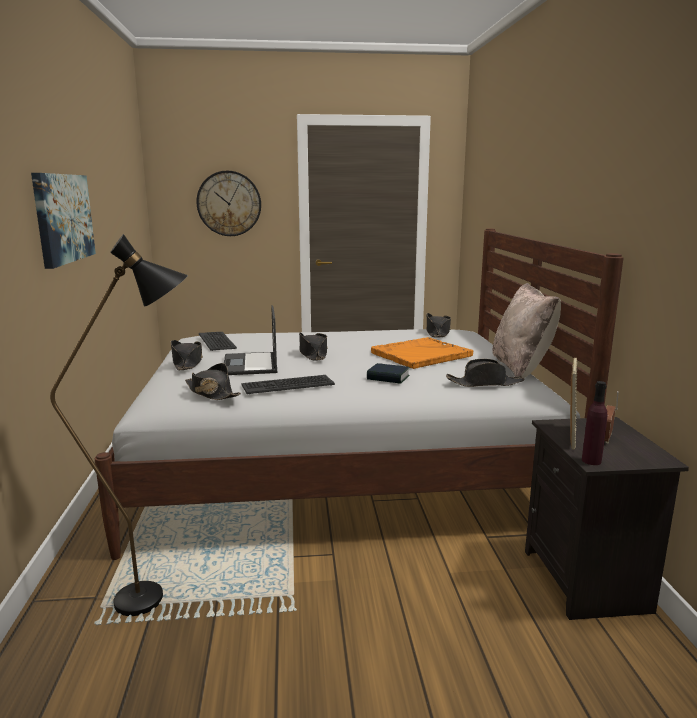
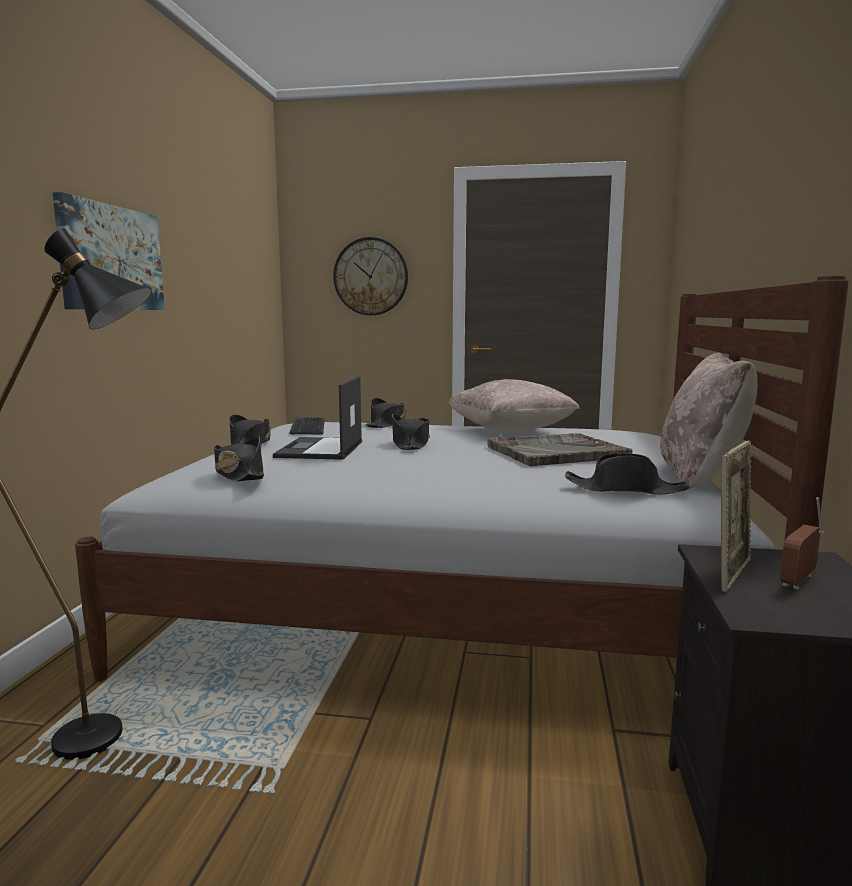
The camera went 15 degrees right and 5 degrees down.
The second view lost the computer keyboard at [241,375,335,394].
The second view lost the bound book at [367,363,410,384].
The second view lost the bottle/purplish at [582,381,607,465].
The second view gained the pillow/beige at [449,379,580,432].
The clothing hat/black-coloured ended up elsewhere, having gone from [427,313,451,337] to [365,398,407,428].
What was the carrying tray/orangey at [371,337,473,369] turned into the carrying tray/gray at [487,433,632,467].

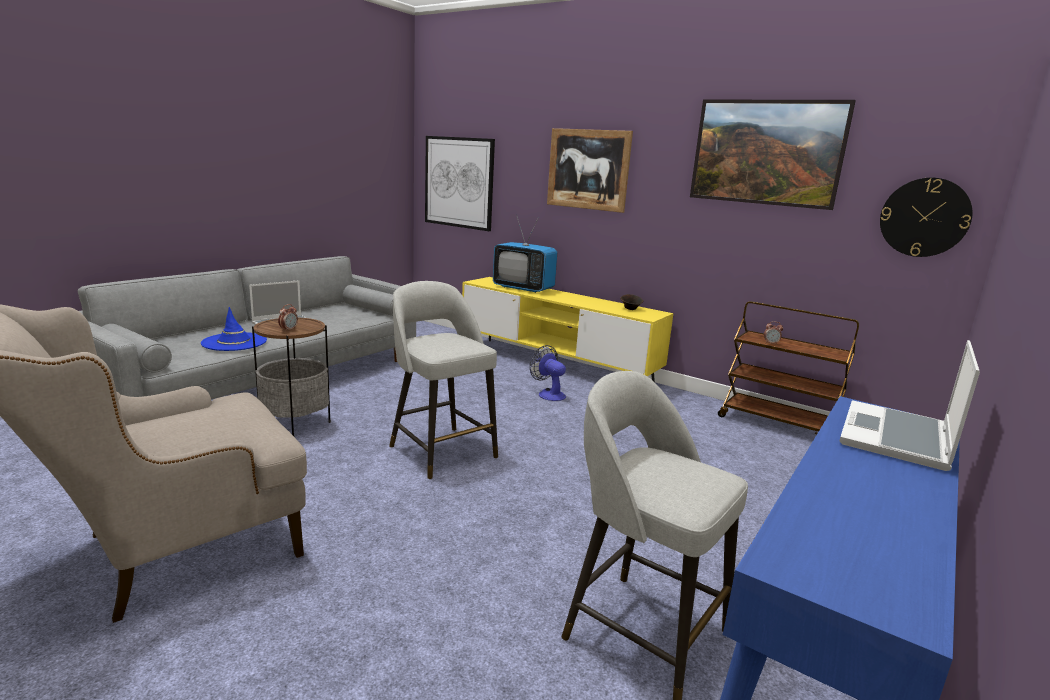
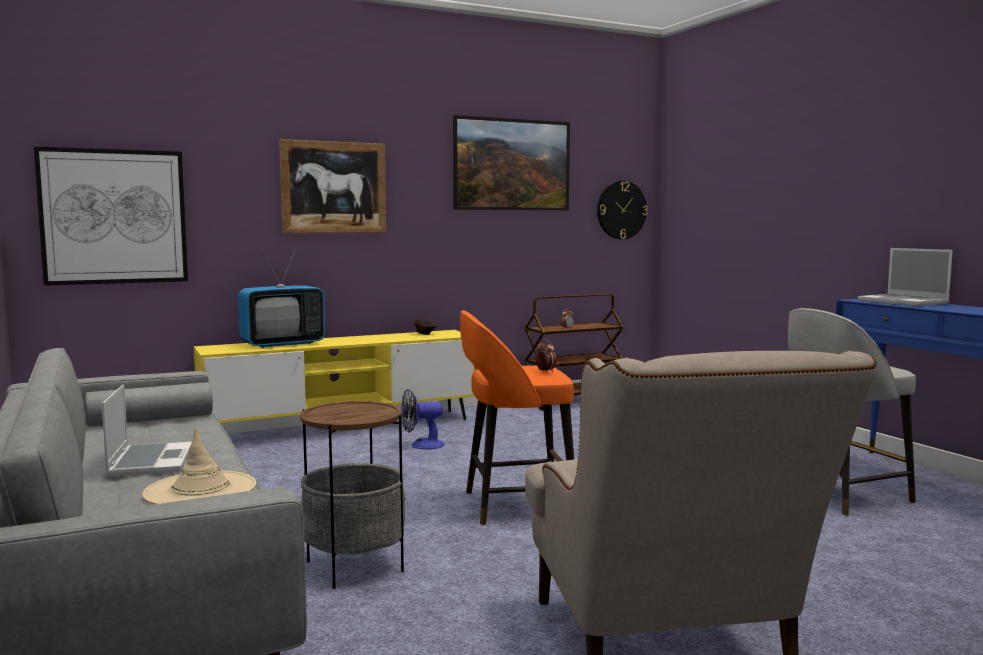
The camera went 60 degrees left and 10 degrees down.
The table clock ended up elsewhere, having gone from [278,304,298,332] to [535,340,556,372].
What was the clothing hat/bluish at [201,307,267,351] turned into the clothing hat/beige at [142,427,256,504].
What was the stool seat/gray at [389,281,498,479] turned into the stool seat/orangey at [460,310,574,525].

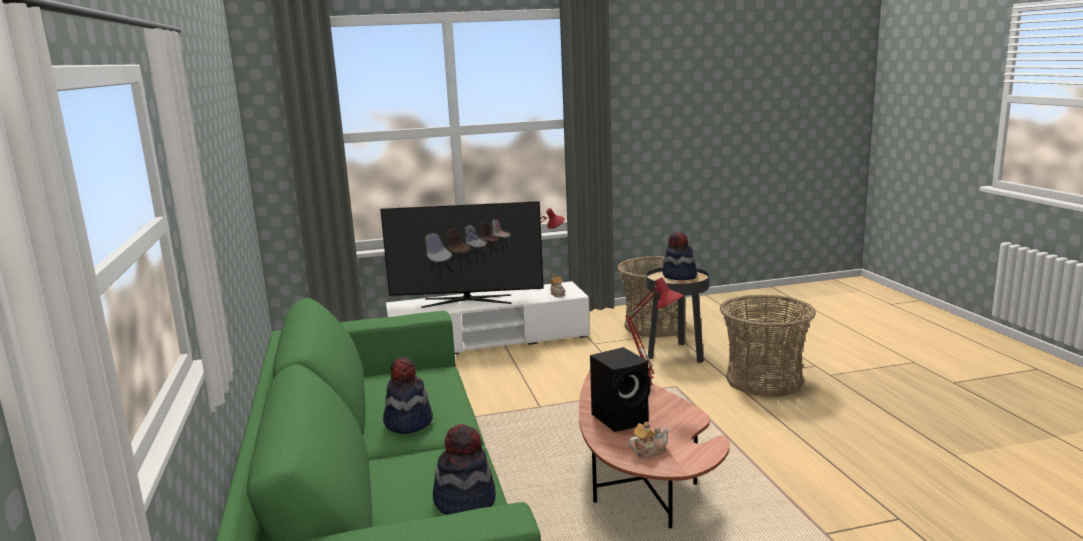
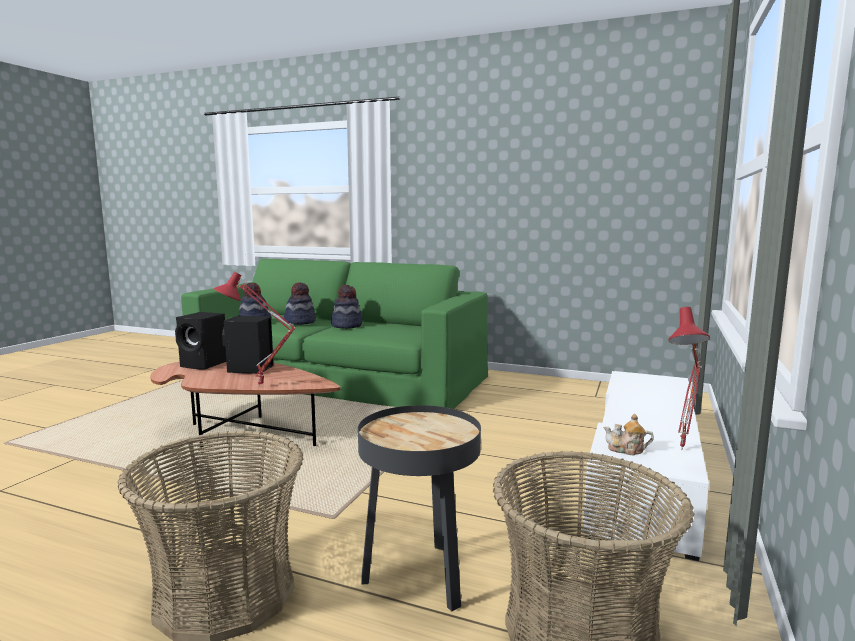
The camera went 125 degrees right and 5 degrees down.
The second view lost the TV at [380,201,544,308].
The clothing hat ended up elsewhere, having gone from [662,232,697,280] to [283,282,316,325].
Where the tea pot stood at [629,422,670,458], the loudspeaker/black-coloured came to stand at [175,312,226,370].

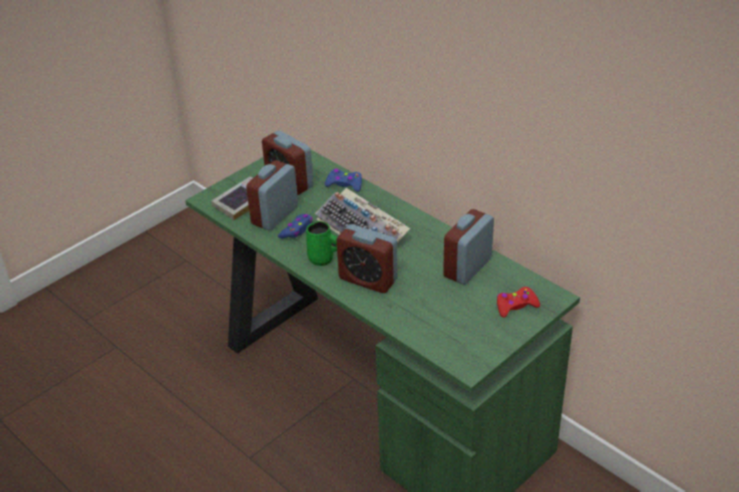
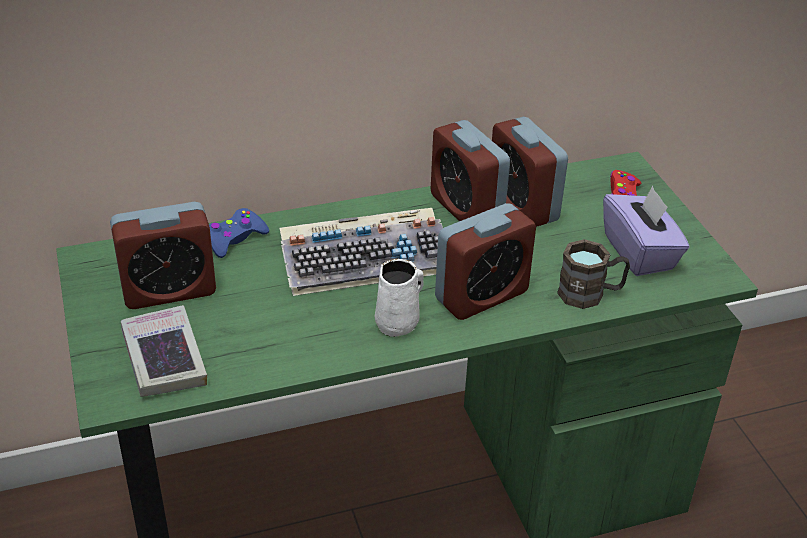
The camera went 65 degrees left and 0 degrees up.
The second view lost the gamepad/bluish at [278,214,312,239].
The second view gained the tea mug/brown-coloured at [557,239,630,309].
The second view gained the tissue holder/purplish at [603,185,689,276].
The table clock ended up elsewhere, having gone from [246,160,298,230] to [431,120,510,221].
What was the tea mug/greenish at [306,221,337,266] turned into the tea mug/white at [375,259,424,337].

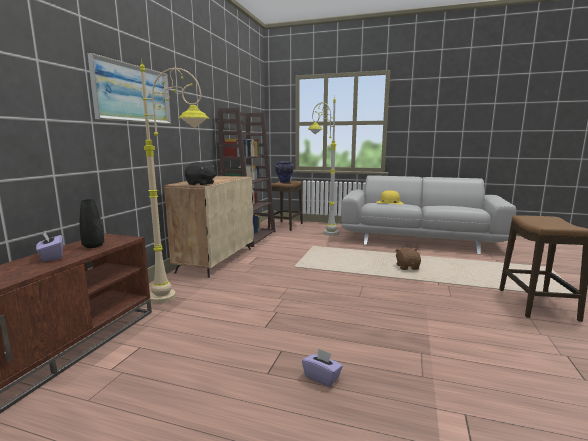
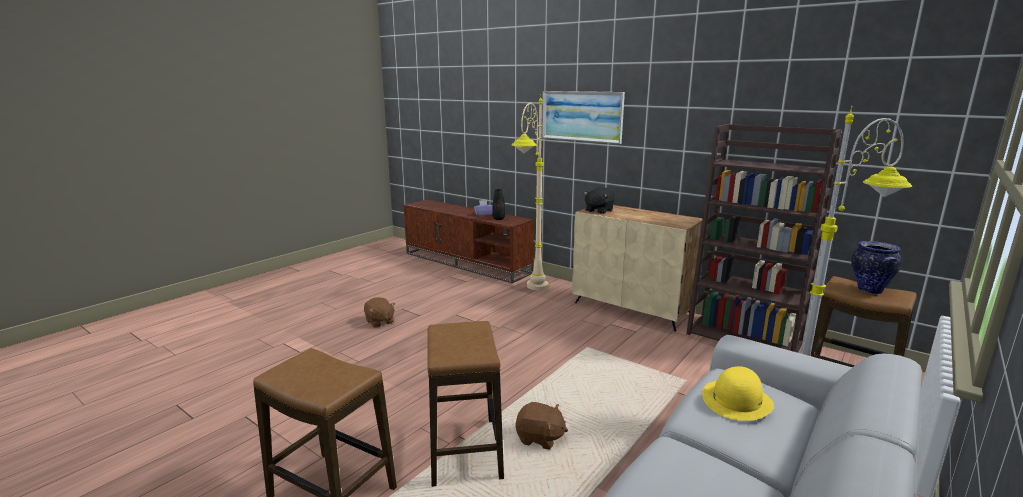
The camera went 110 degrees right and 5 degrees up.
The second view gained the stool seat at [427,321,504,487].
Where the tissue holder/purplish stood at [302,348,343,387], the soft toy/brown-coloured came to stand at [364,297,395,327].

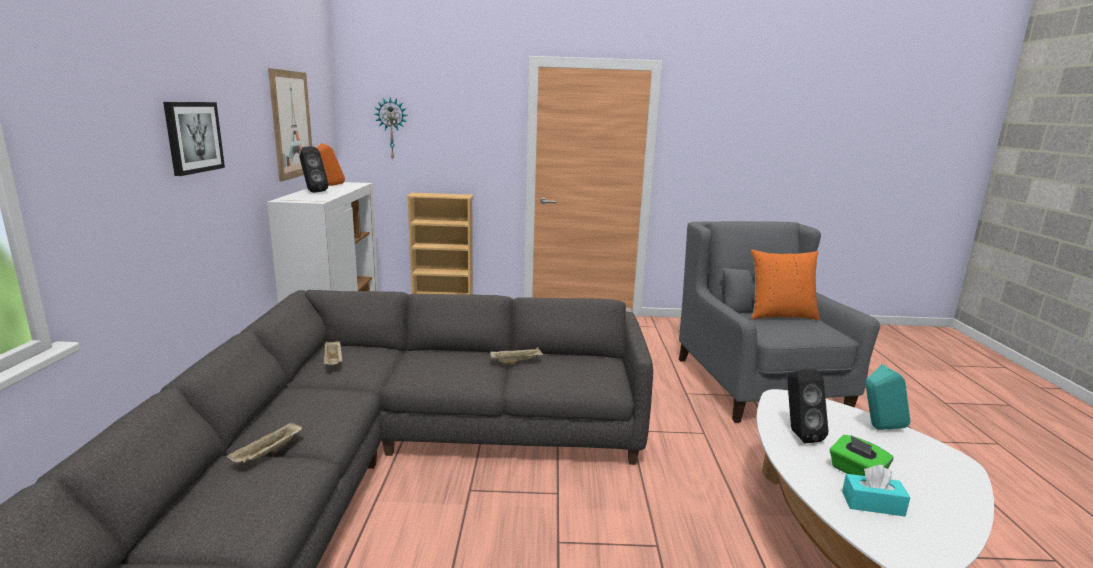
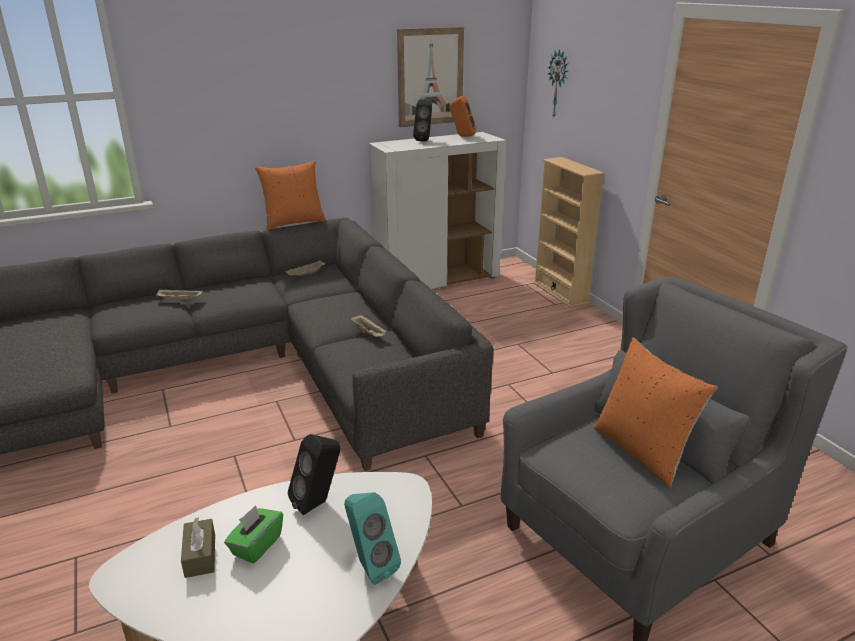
The camera went 65 degrees right and 10 degrees up.
The second view lost the wall picture at [163,102,225,176].
The second view gained the pillow/orangey at [255,161,326,230].
What was the tissue holder/turquoise at [842,465,910,516] turned into the tissue holder/brown-coloured at [181,517,215,578].

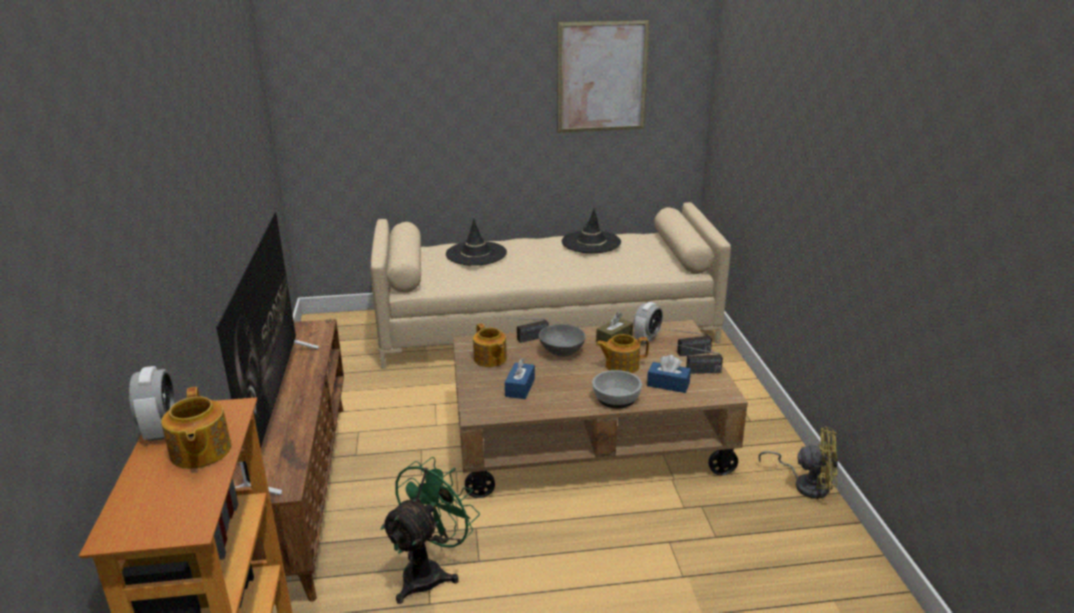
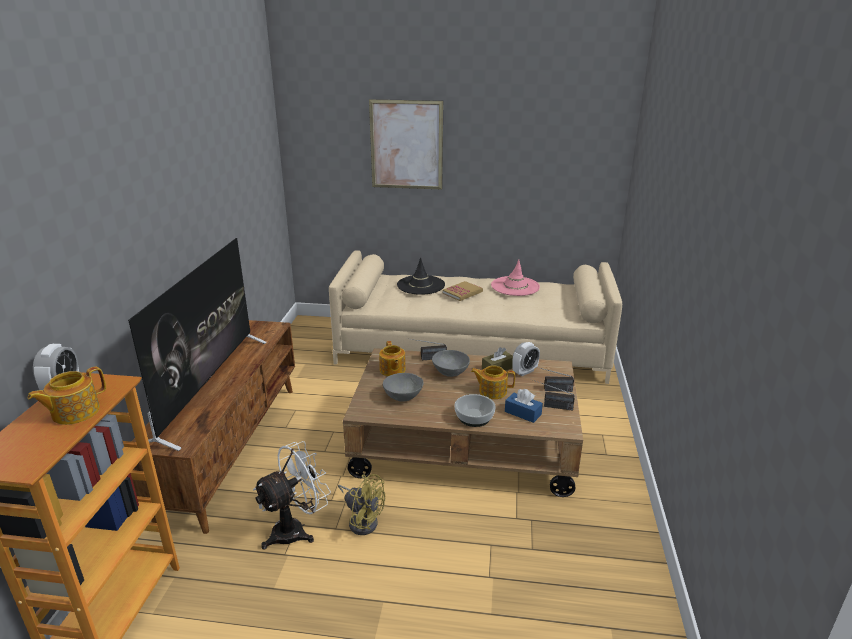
The camera went 15 degrees right and 0 degrees up.
The second view gained the bound book at [442,281,483,301].
The wall picture ended up elsewhere, having gone from [557,19,650,133] to [369,99,443,189].
The cooling fan/yellowish ended up elsewhere, having gone from [758,427,838,499] to [338,474,385,535].
Where the tissue holder/bluish stood at [505,358,535,399], the bowl/gray came to stand at [383,373,424,402].
What was the cooling fan/greenish at [381,457,480,604] turned into the cooling fan/white at [253,441,331,550].
What was the clothing hat/black-coloured at [562,209,621,253] turned into the clothing hat/pinkish at [491,259,540,296].
The tea pot at [161,387,231,469] ended up facing another way, 45 degrees clockwise from before.

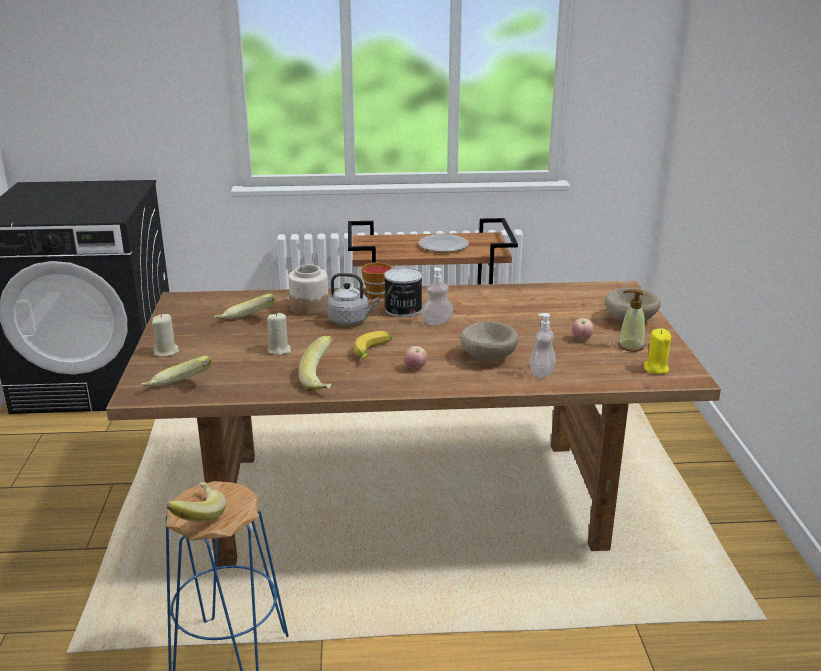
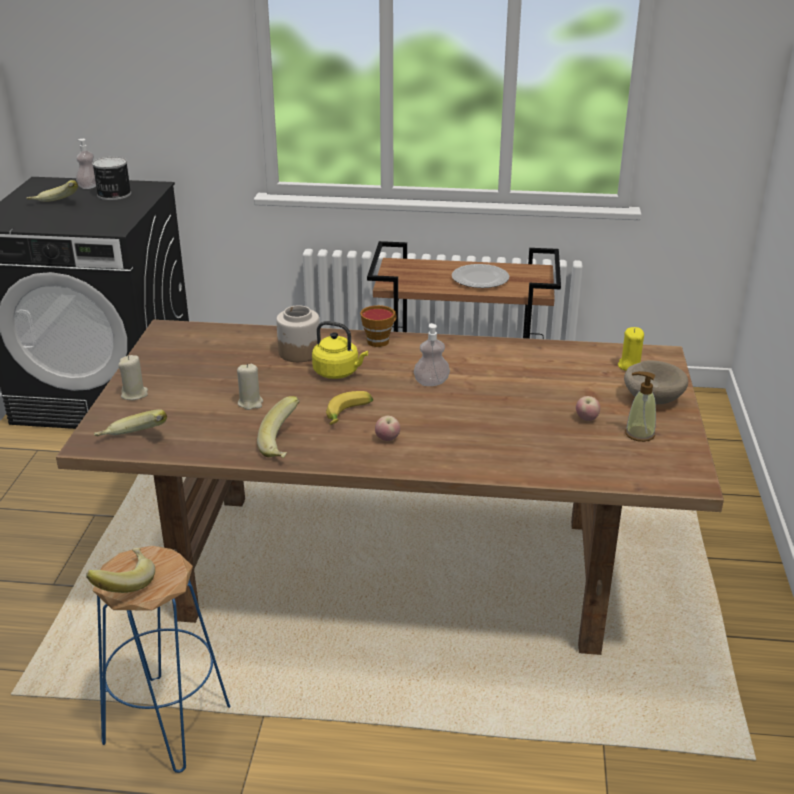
The camera went 10 degrees right and 5 degrees up.
The second view lost the bowl/beige at [460,321,519,361].
The banana fruit ended up elsewhere, having gone from [214,294,275,319] to [27,180,78,202].
The metal can ended up elsewhere, having gone from [384,267,423,317] to [92,157,131,200].
The soap dispenser ended up elsewhere, having gone from [529,313,556,378] to [76,139,96,189].
The wax light/yellowish ended up elsewhere, having gone from [644,329,671,374] to [618,327,644,371].
What was the water kettle/gray at [327,273,379,325] turned into the water kettle/yellowish at [312,321,368,379].

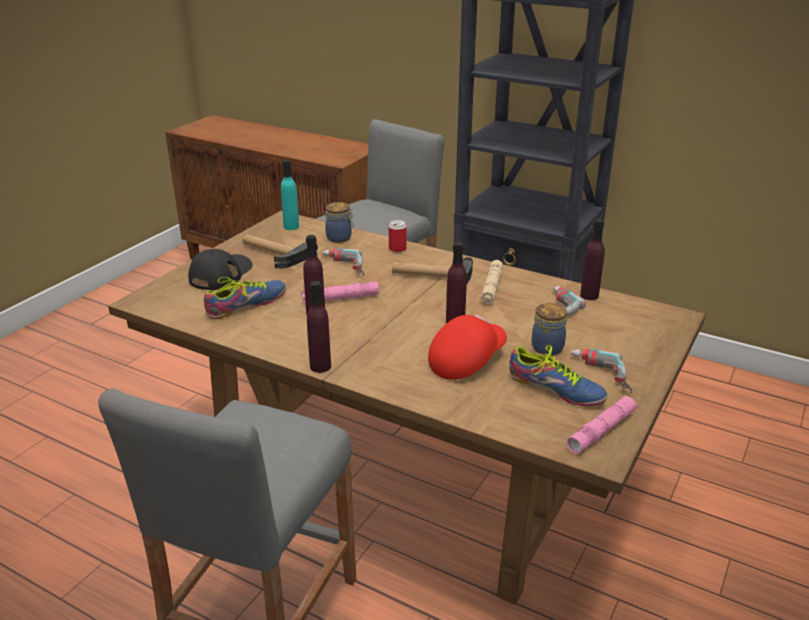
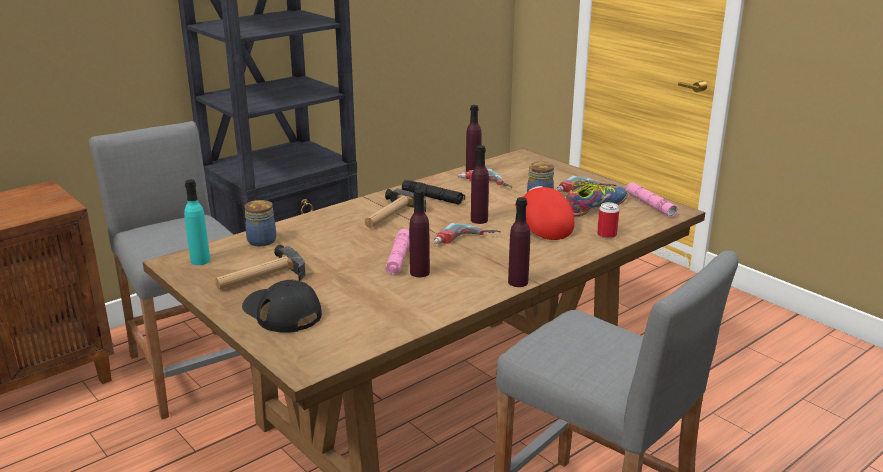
The camera went 70 degrees left and 5 degrees down.
The second view lost the shoe at [204,277,286,319].
The drill ended up elsewhere, having gone from [322,248,364,276] to [434,222,501,244].
The metal can ended up elsewhere, having gone from [389,220,407,253] to [597,202,619,238].
What was the flashlight/beige at [480,260,503,304] turned into the flashlight/black-coloured at [402,180,465,205].

